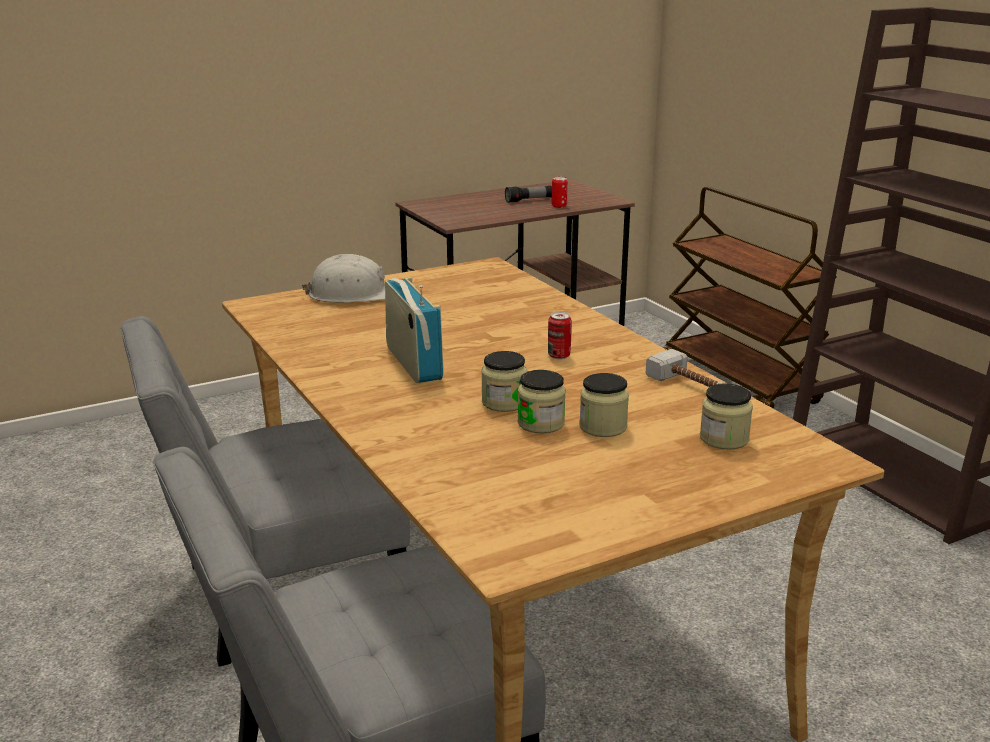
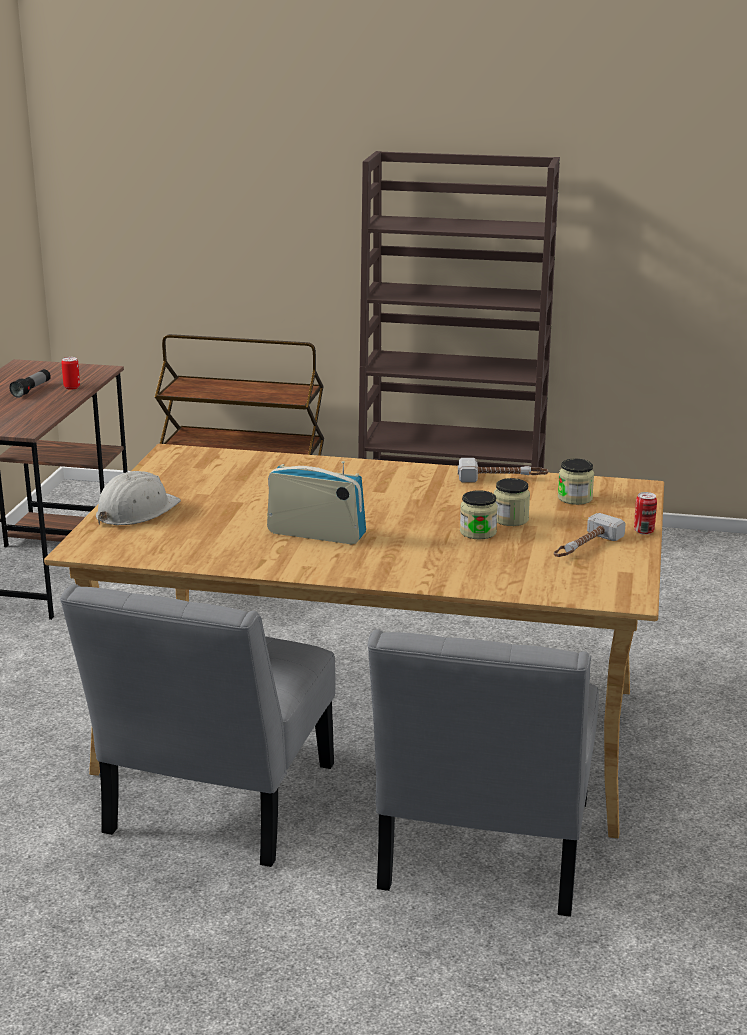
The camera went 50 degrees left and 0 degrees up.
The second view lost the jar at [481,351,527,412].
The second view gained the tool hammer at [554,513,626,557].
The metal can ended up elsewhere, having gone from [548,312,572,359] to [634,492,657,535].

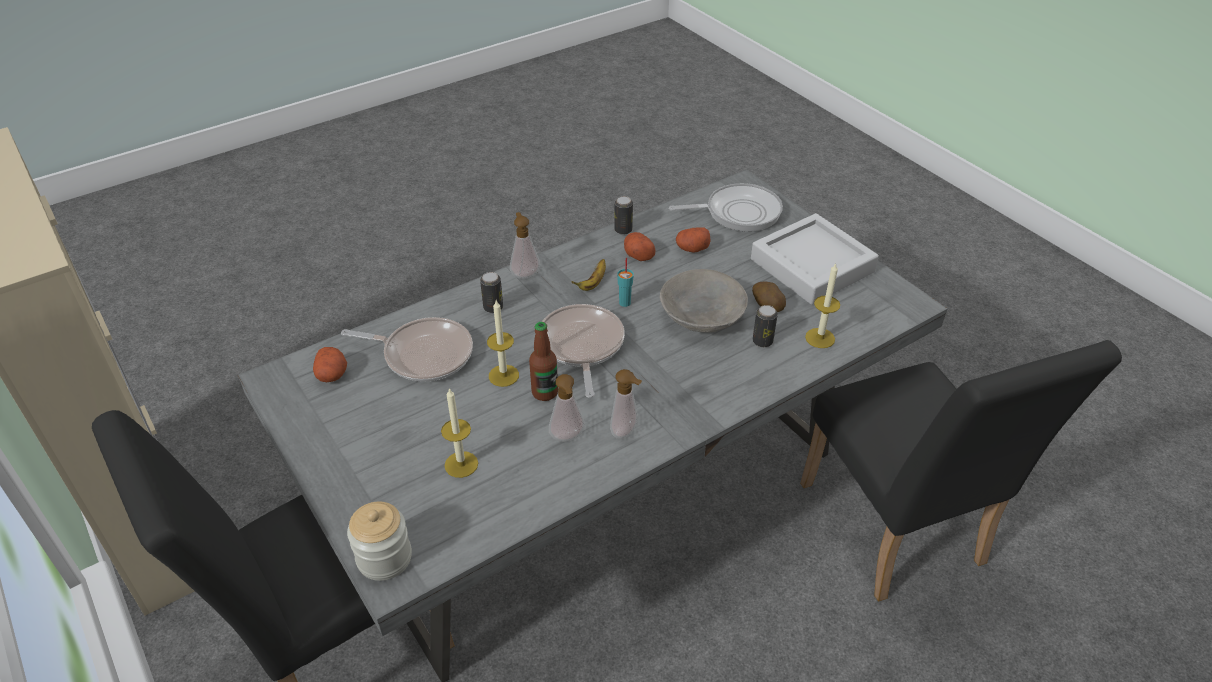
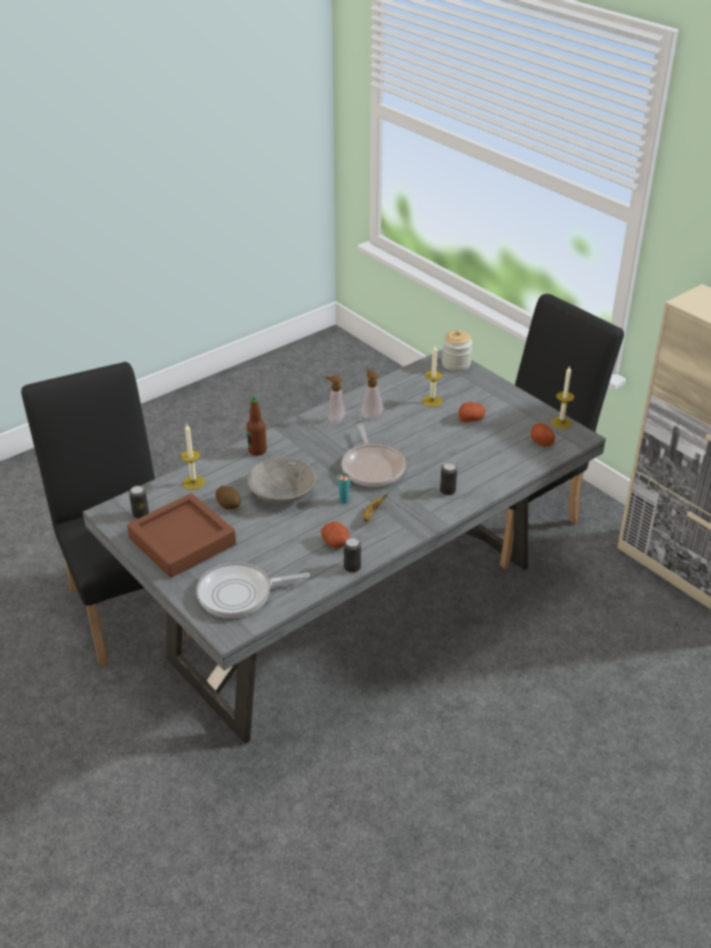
The camera went 175 degrees right and 5 degrees down.
The second view lost the skillet at [341,317,473,382].
The second view lost the soap dispenser at [510,212,540,279].
The wax light ended up elsewhere, having gone from [487,301,519,387] to [551,365,574,429].
The bottle ended up elsewhere, having gone from [529,322,558,401] to [247,397,267,456].
The whole potato ended up elsewhere, having gone from [676,227,711,253] to [458,402,485,422].
The metal can ended up elsewhere, having gone from [752,305,778,347] to [129,486,149,519].
What was the carrying tray/gray at [751,213,879,305] turned into the carrying tray/brown-coloured at [127,493,236,578].

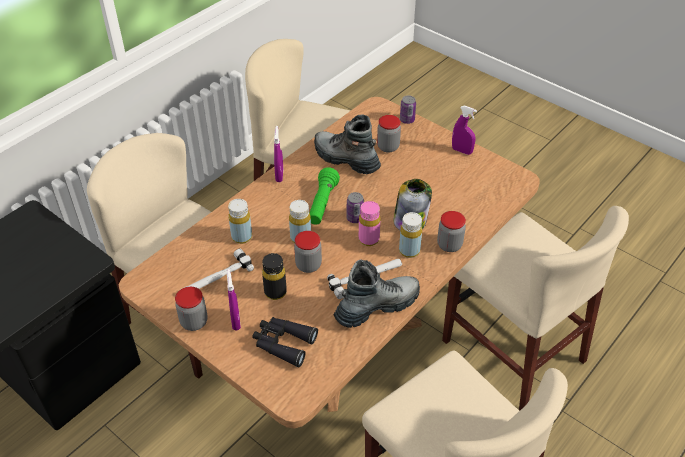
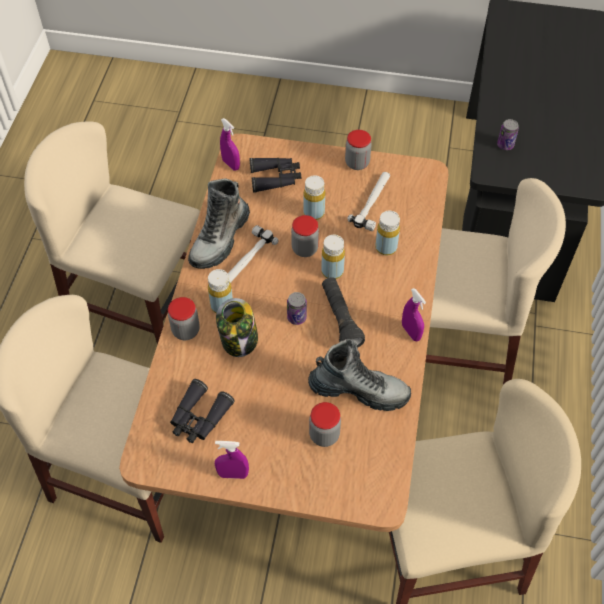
The camera went 150 degrees right and 10 degrees up.
The second view lost the bottle/pinkish at [359,201,381,246].
The second view gained the pair of binoculars/black-coloured at [170,379,235,443].
The hand sprayer/purplish ended up elsewhere, having gone from [227,269,241,330] to [220,118,240,170].
The metal can ended up elsewhere, having gone from [400,95,416,124] to [497,119,519,150].
What was the bottle/black-coloured at [262,253,287,300] turned into the bottle/yellowish at [303,175,325,220].
What was the flashlight/greenish at [310,167,340,225] turned into the flashlight/black-coloured at [322,277,365,348].

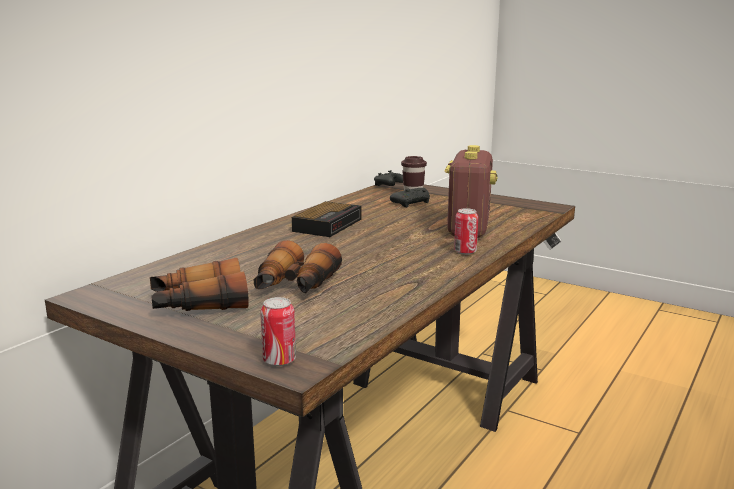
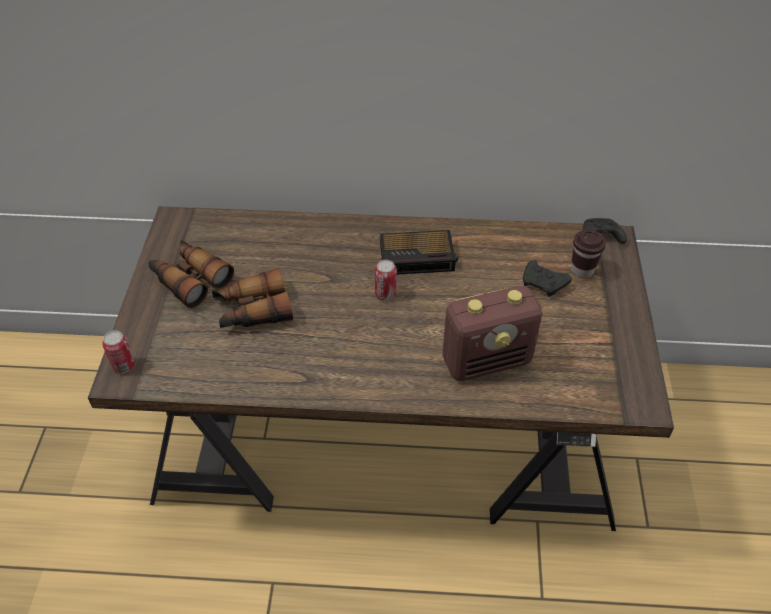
The camera went 60 degrees right and 30 degrees up.
The metal can ended up elsewhere, having gone from [454,208,478,255] to [375,260,397,301].

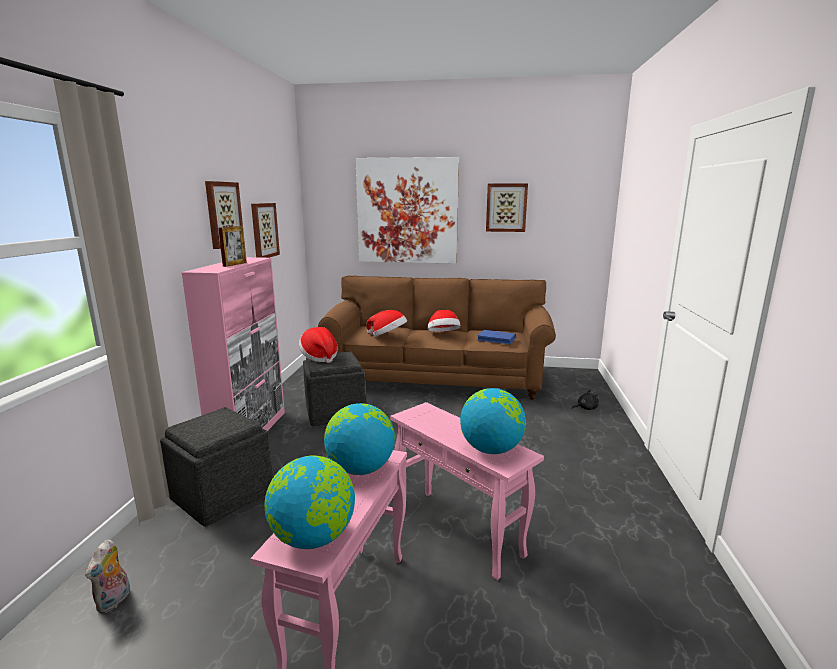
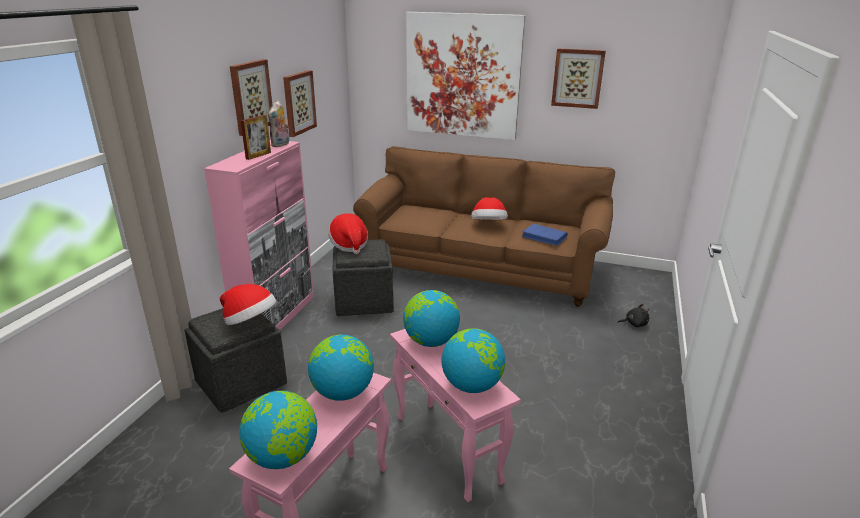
The camera went 10 degrees right and 10 degrees up.
The second view gained the desk globe at [403,290,460,347].
The soft toy ended up elsewhere, having gone from [85,540,130,613] to [268,101,289,147].
The clothing hat ended up elsewhere, having gone from [366,310,407,337] to [220,284,276,325].

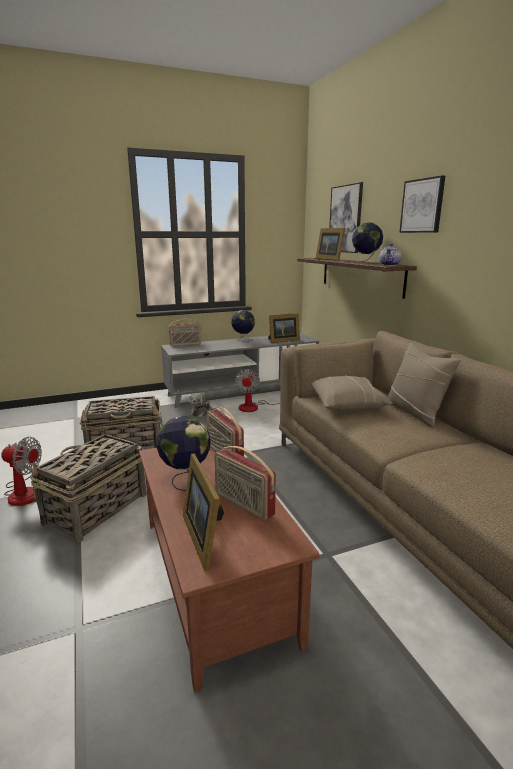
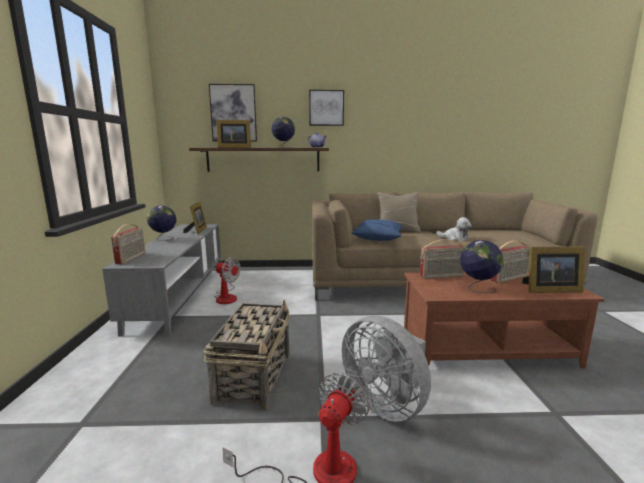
The camera went 70 degrees left and 5 degrees down.
The soft toy ended up elsewhere, having gone from [189,393,210,417] to [437,217,472,241].
Where the storage basket stood at [30,428,147,542], the cooling fan/gray came to stand at [342,315,431,421].
What was the pillow/beige at [311,376,393,410] turned into the pillow/bluish at [352,219,403,241].

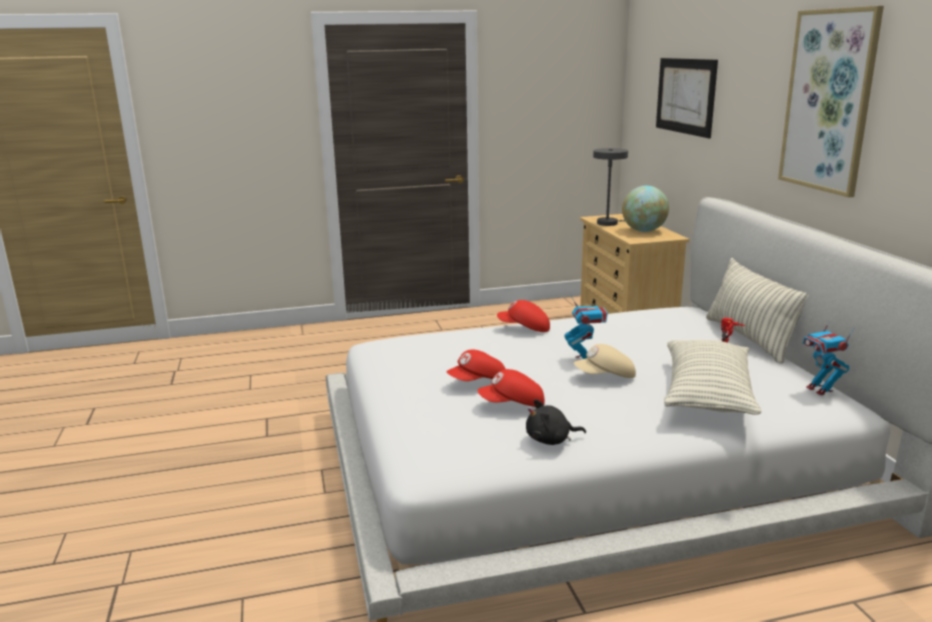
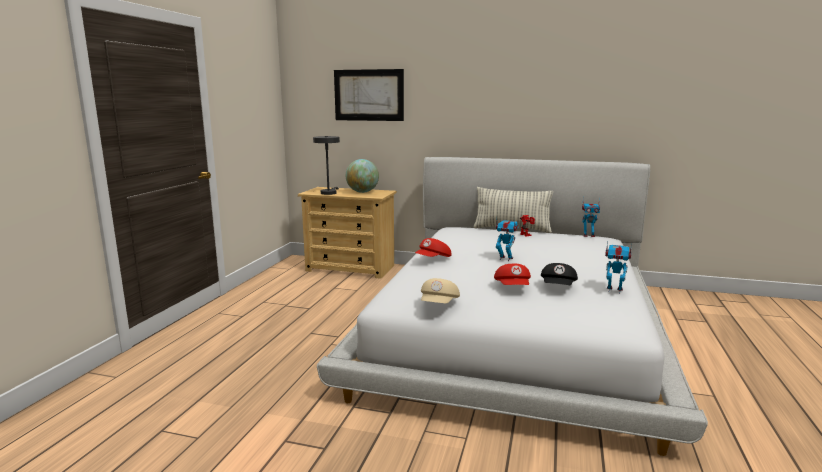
The camera went 60 degrees left and 5 degrees down.
The second view lost the pillow at [664,340,762,415].
The second view lost the wall picture at [778,6,884,197].
The baseball cap/beige ended up elsewhere, having gone from [574,344,636,378] to [421,278,460,303].
Where the soft toy/black-coloured stood at [526,399,586,445], the robot figure came to stand at [605,241,632,294].
What was the baseball cap/reddish at [478,369,545,407] turned into the baseball cap/black-coloured at [541,263,578,285].

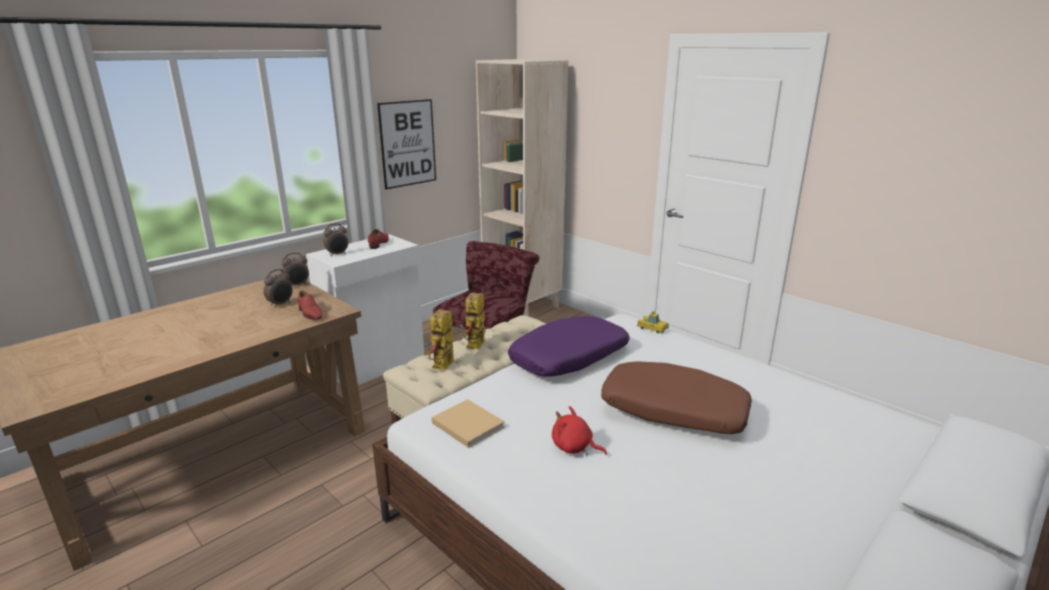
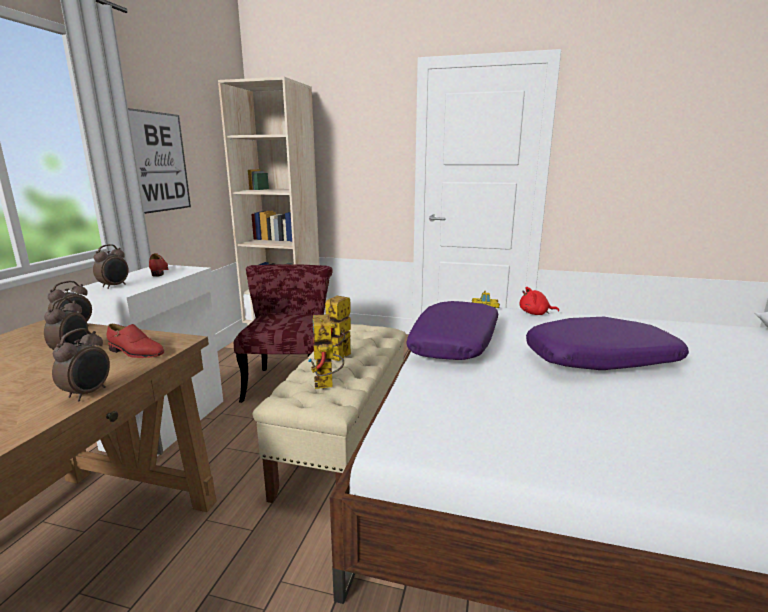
The camera went 30 degrees left and 5 degrees down.
The second view lost the bound book/beige at [432,399,505,448].
The second view gained the table clock at [52,328,110,401].
The soft toy/reddish ended up elsewhere, having gone from [552,406,607,456] to [520,287,559,315].
What was the pillow/brown-coloured at [601,361,752,434] turned into the pillow/purplish at [526,317,689,370].
The robot figure at [460,293,486,349] ended up facing another way, 45 degrees clockwise from before.

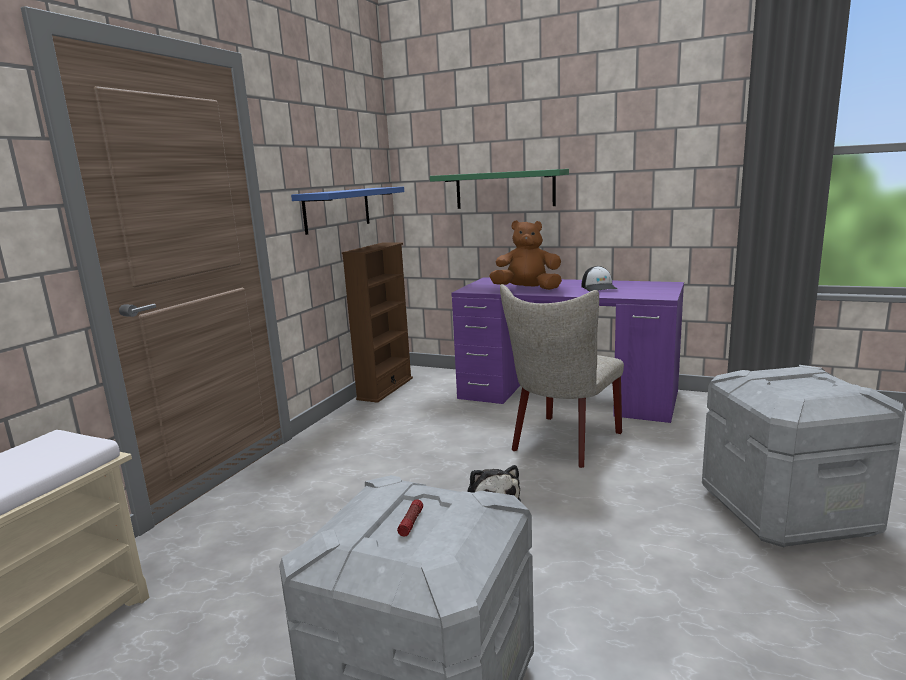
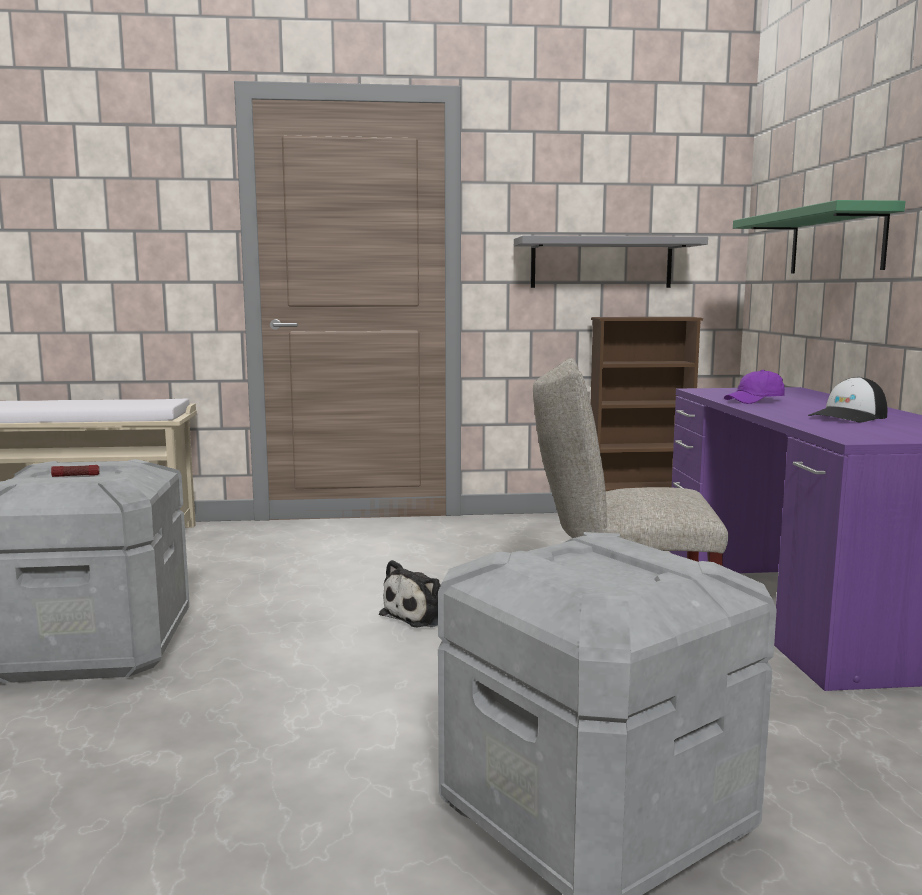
The camera went 60 degrees right and 5 degrees down.
Where the soft toy/brown-coloured stood at [489,220,562,290], the baseball cap/purplish came to stand at [724,370,785,404].
What was the bracket shelf/bluish at [291,187,404,235] turned into the bracket shelf/gray at [514,235,708,288].

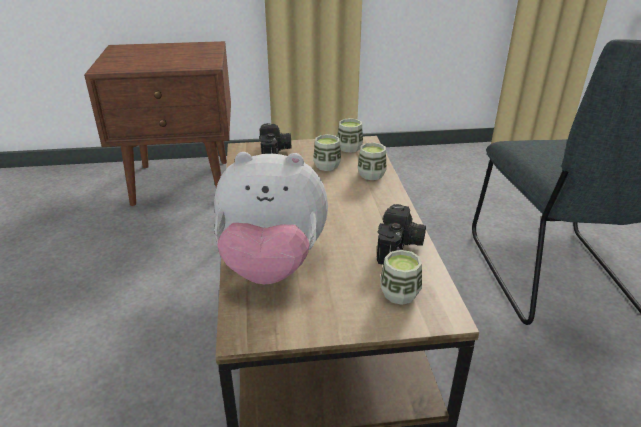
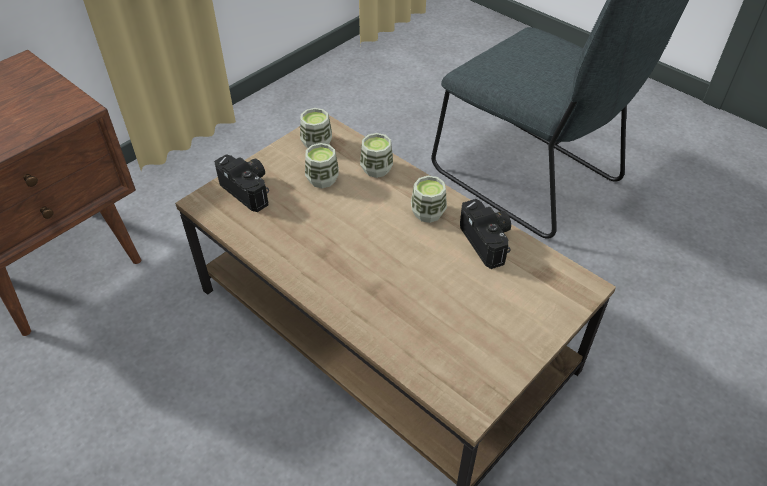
The camera went 40 degrees left and 15 degrees up.
The second view lost the soft toy at [214,152,328,284].
The cup ended up elsewhere, having gone from [380,250,422,305] to [411,176,447,223].

